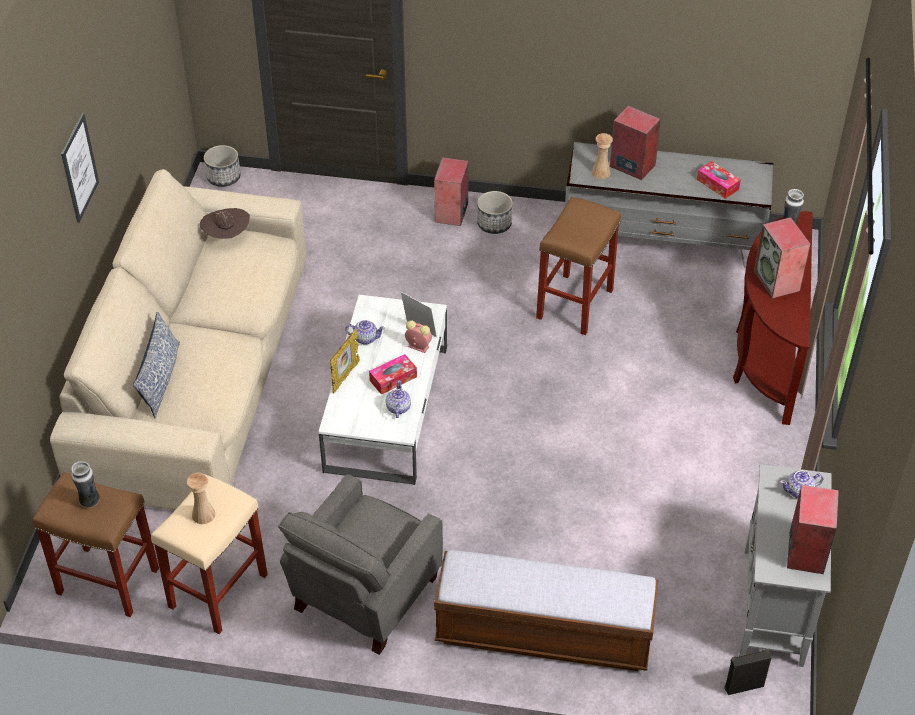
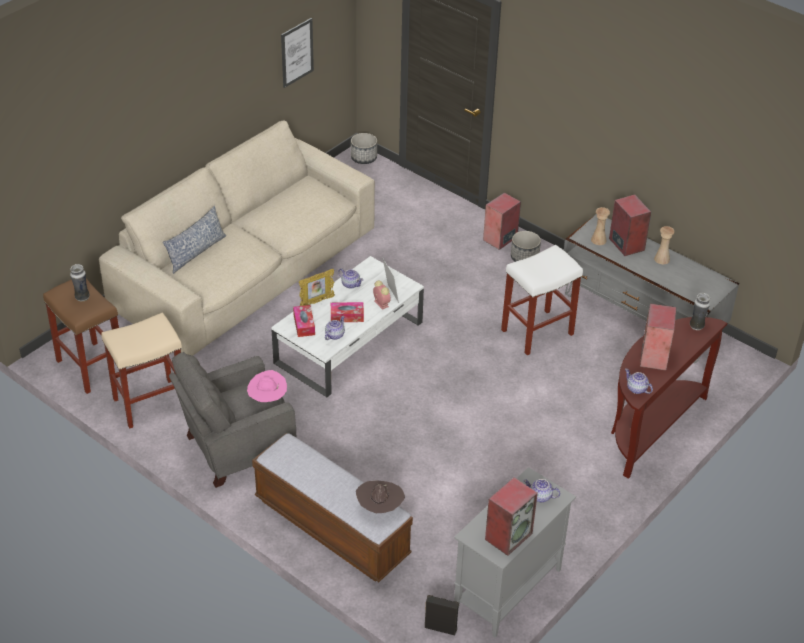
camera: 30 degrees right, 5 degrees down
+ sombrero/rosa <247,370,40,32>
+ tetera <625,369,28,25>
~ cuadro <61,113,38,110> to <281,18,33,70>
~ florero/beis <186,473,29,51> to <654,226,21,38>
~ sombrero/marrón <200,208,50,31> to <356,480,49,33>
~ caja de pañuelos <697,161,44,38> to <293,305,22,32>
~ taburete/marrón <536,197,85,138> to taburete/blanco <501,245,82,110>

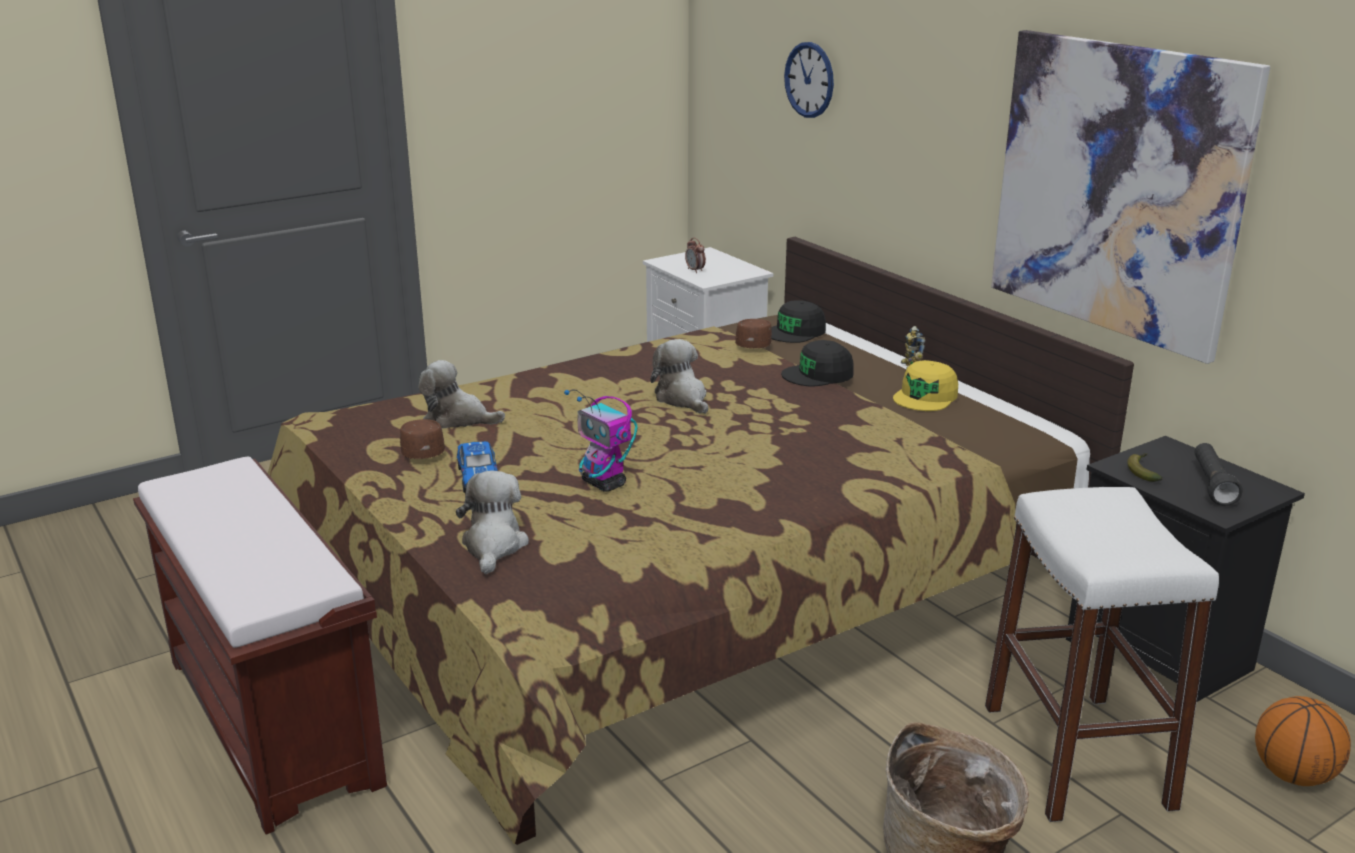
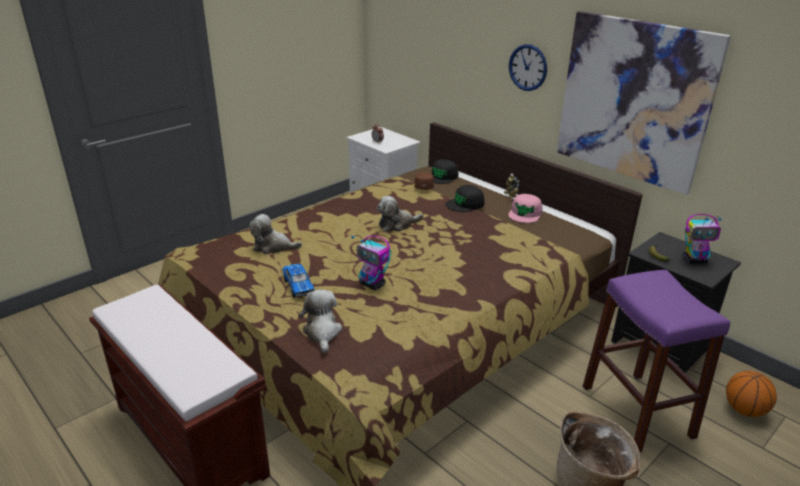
camera: 10 degrees left, 5 degrees up
- gorra/marrón <400,419,45,40>
~ reloj de pared <784,42,50,76> to <509,44,38,47>
~ linterna/negro <1194,443,48,63> to robot de juguete <683,214,38,50>
~ gorra/amarillo <893,360,65,51> to gorra/rosa <508,194,35,29>
~ taburete/blanco <985,487,234,335> to taburete/morado <583,270,147,182>
~ peluche <650,339,58,75> = <377,196,46,36> 75 degrees counterclockwise

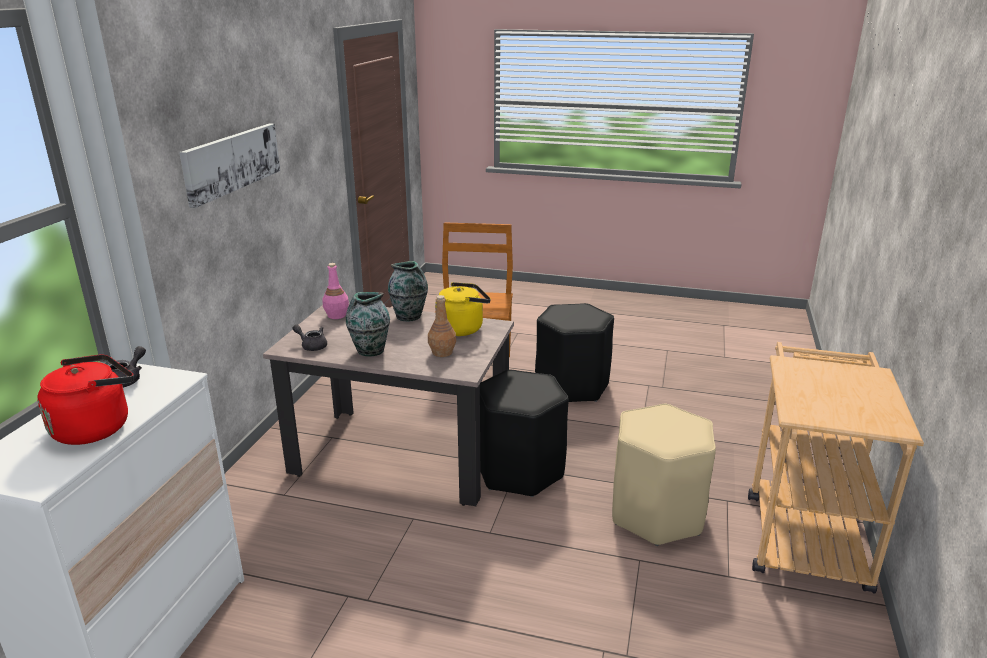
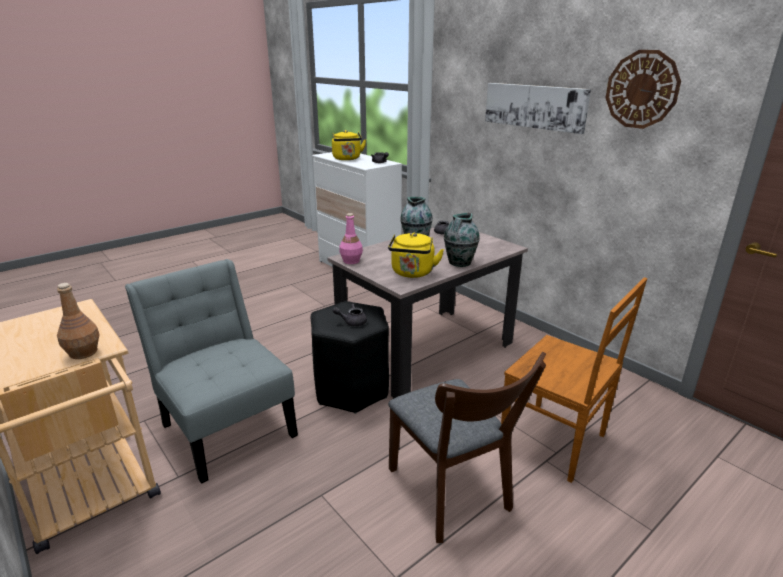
camera: 125 degrees right, 0 degrees up
+ tetera/gris <333,304,34,22>
+ reloj de pared <605,50,76,79>
~ botella/rosa <322,263,27,56> to <339,213,24,51>
~ botella/marrón <428,295,28,62> to <57,283,43,76>
~ taburete/negro <535,303,79,99> to silla/marrón <388,352,158,191>
~ taburete/beis <612,404,104,142> to silla/gris <125,259,173,225>
~ hervidor/rojo <37,354,97,91> to hervidor/amarillo <332,130,34,30>

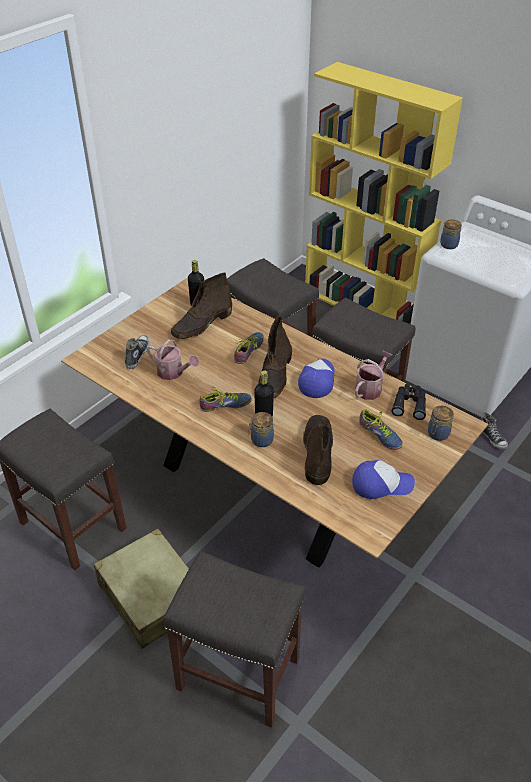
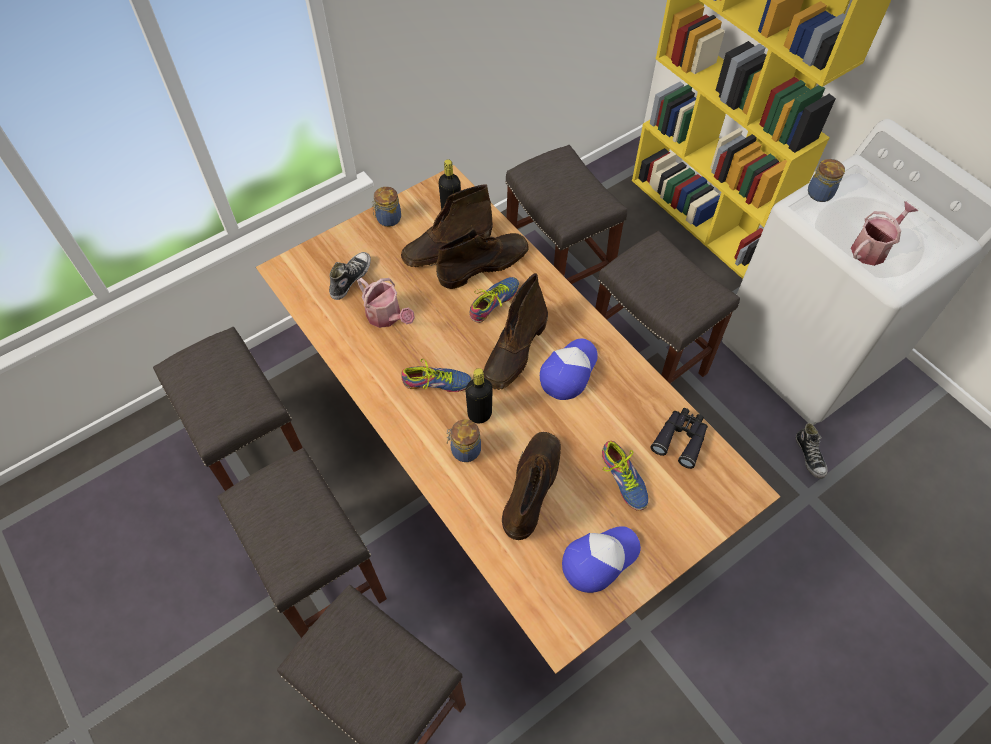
camera: 15 degrees right, 15 degrees up
+ bota/marrón <436,228,93,61>
~ regadera <355,350,37,50> to <851,201,67,65>
~ tarro <428,406,26,35> to <372,187,29,40>
~ maleta/beis <94,528,95,121> to taburete/gris <217,448,170,190>
~ gorra <352,460,63,39> = <562,526,79,67> 45 degrees counterclockwise

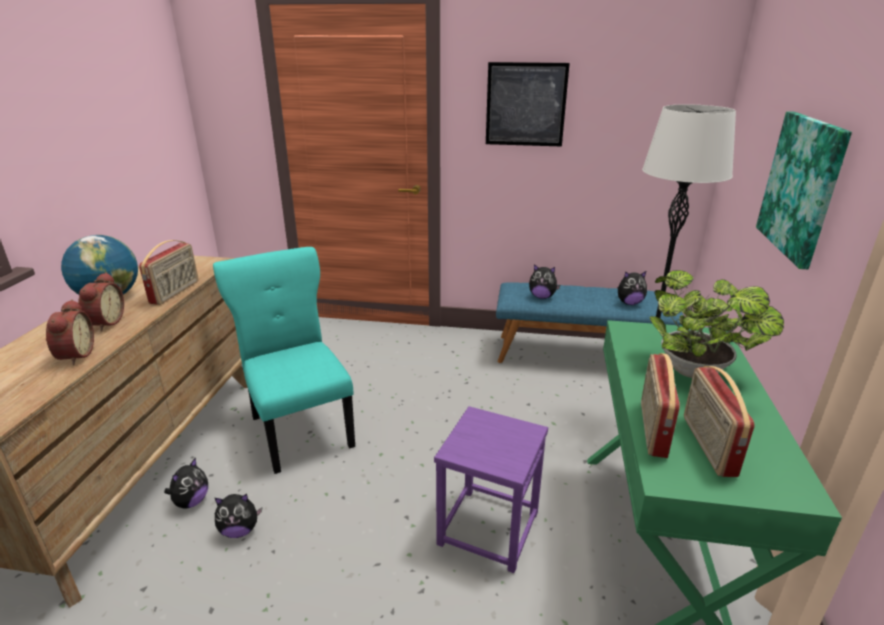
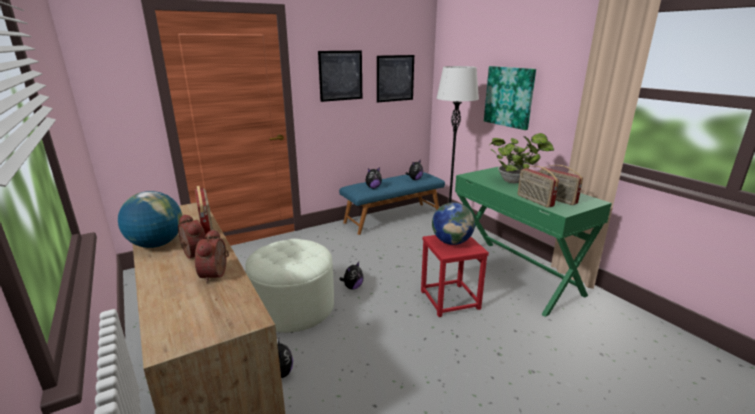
camera: 40 degrees left, 5 degrees down
+ cuadro <377,55,37,48>
+ globo terráqueo <432,202,43,43>
~ peluche <215,494,47,44> to <339,262,24,27>
~ silla/turquesa <213,247,142,227> to puf/blanco <245,239,89,94>
~ taburete/morado <434,406,114,167> to taburete/rojo <421,235,68,82>
~ despertador <46,299,48,66> = <195,229,34,55> 135 degrees counterclockwise

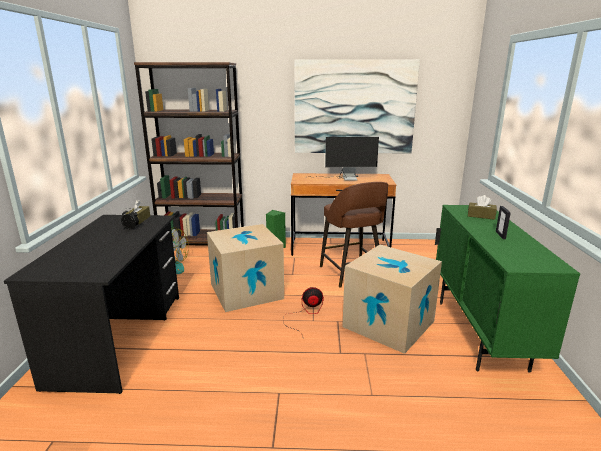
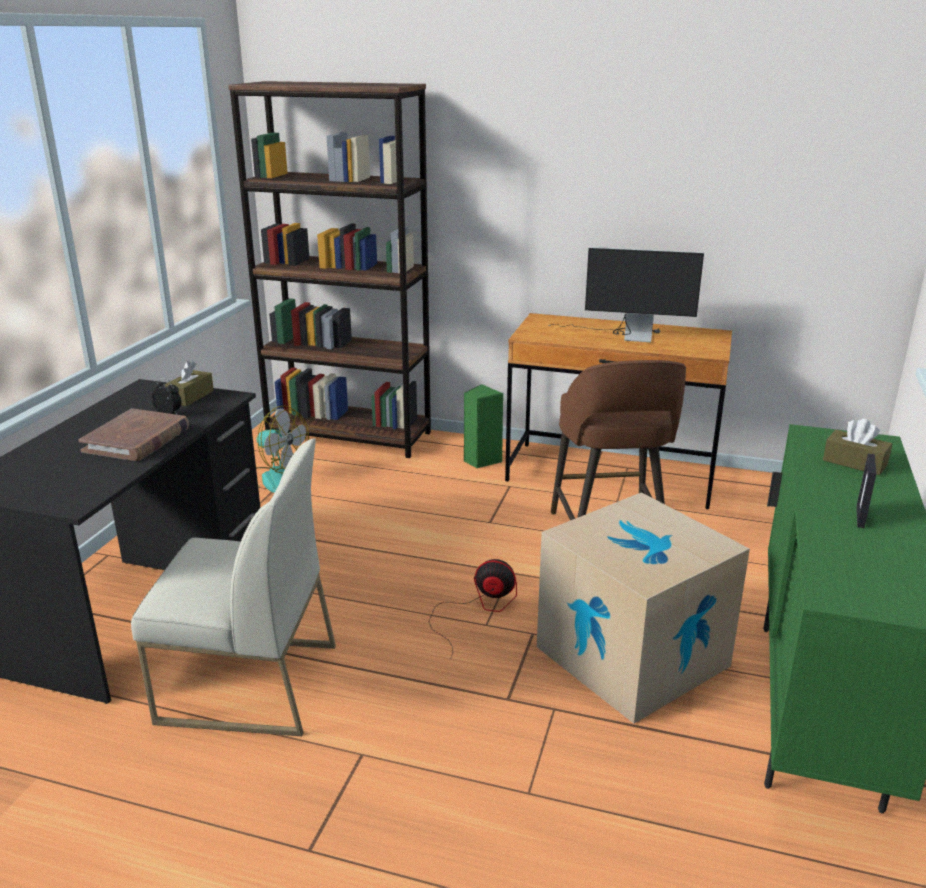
camera: 15 degrees right, 5 degrees up
- caja de cartón <207,224,77,88>
- cuadro <294,59,126,95>
+ libro/marrón <78,408,111,53>
+ silla/blanco <131,439,205,297>

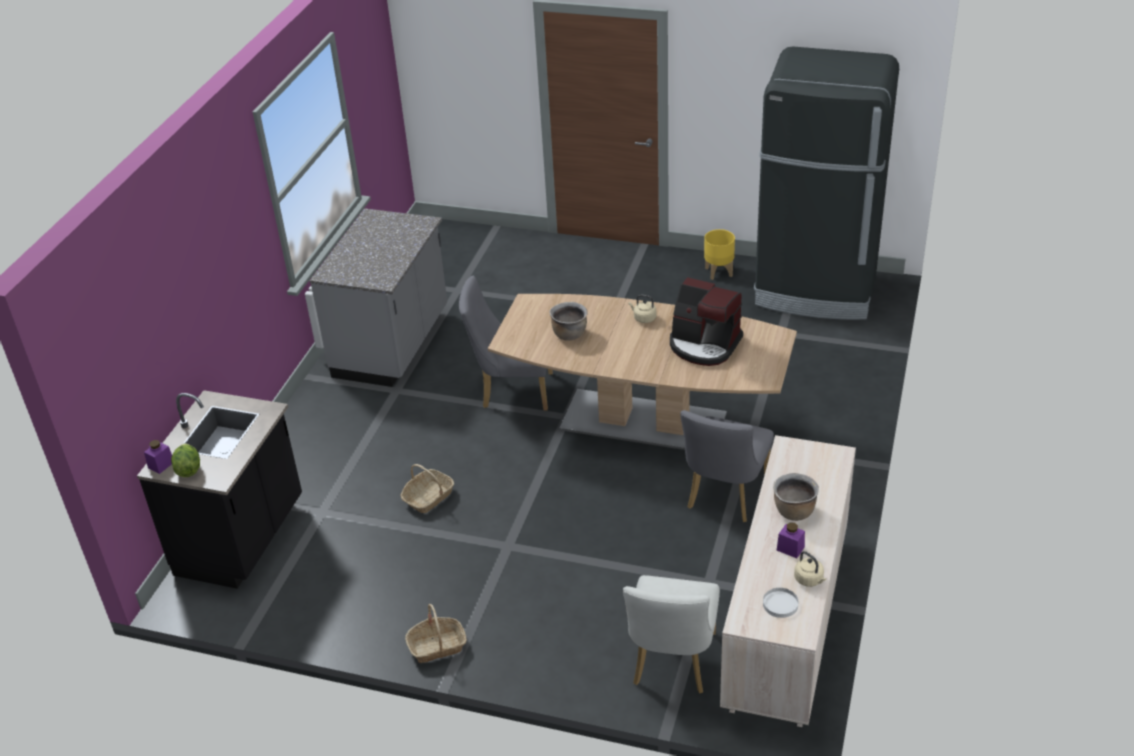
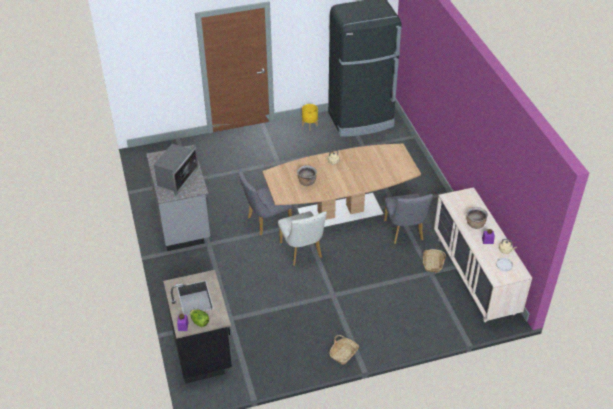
camera: 35 degrees left, 5 degrees up
- cafetera <670,277,73,89>
+ microondas <154,144,45,52>
~ cesta <401,464,53,49> to <423,249,23,23>
~ silla/blanco <623,575,97,118> to <278,211,49,55>

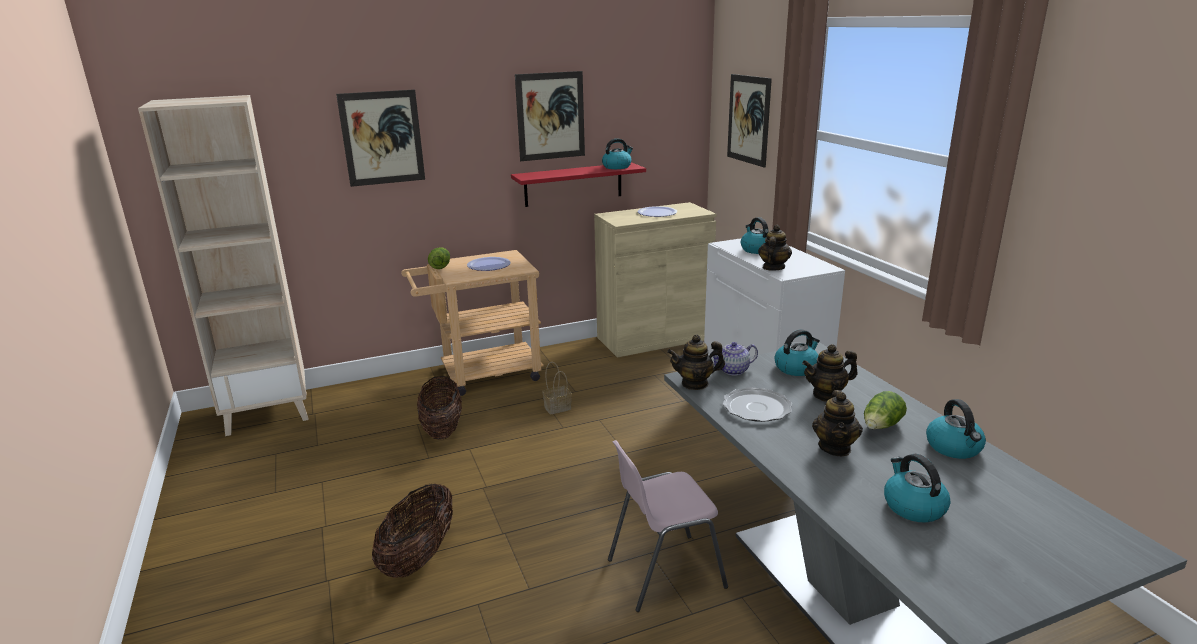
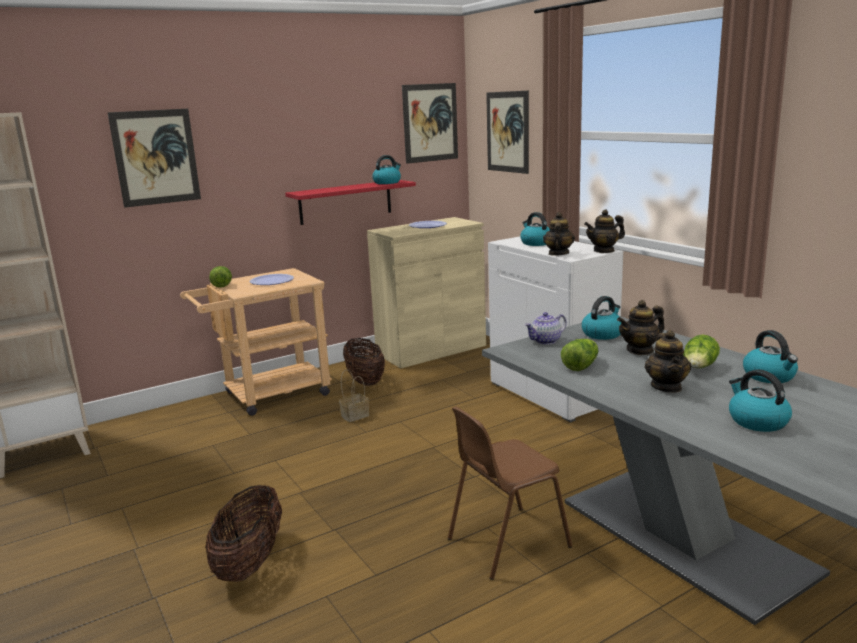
camera: 10 degrees left, 5 degrees down
~ cesta <417,376,45,64> to <343,338,42,48>
~ cuadro <515,71,70,90> to <402,83,56,81>
~ tetera <667,335,58,55> to <584,209,41,44>
~ plato <722,387,70,35> to lechuga <561,339,38,32>
~ silla/rosa <608,440,120,172> to silla/marrón <448,406,124,174>

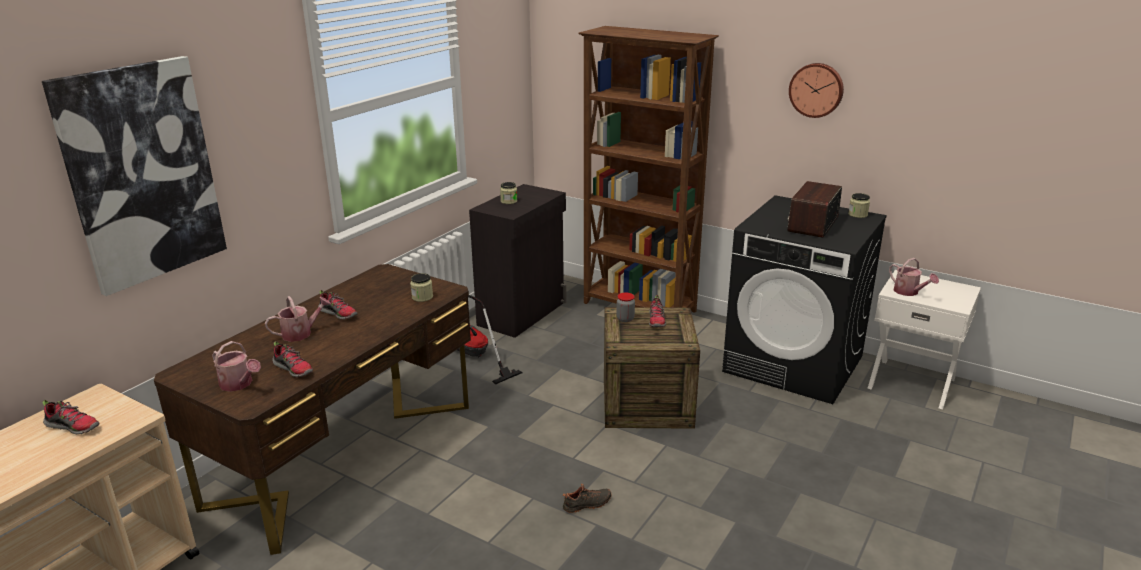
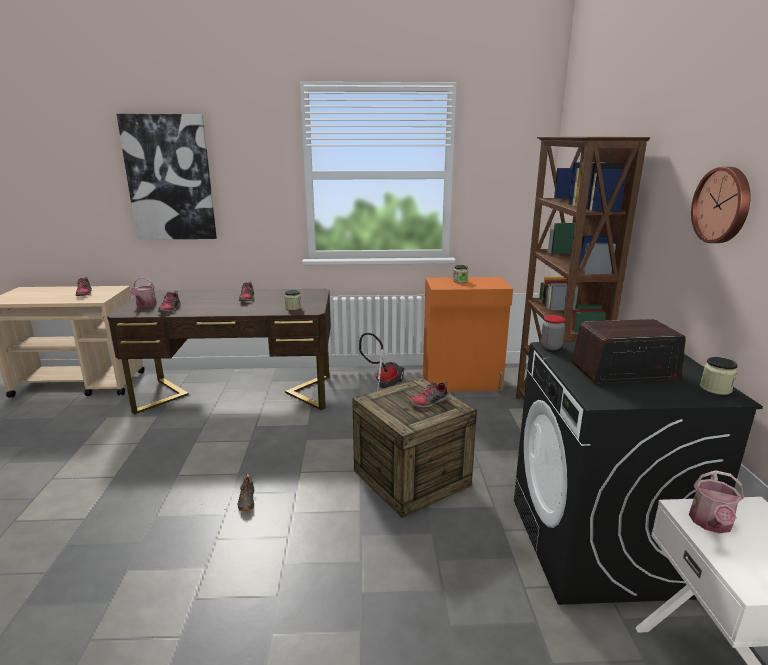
camera: 55 degrees right, 5 degrees down
- regadera <265,296,66,46>
~ tarro <616,293,19,29> to <541,315,24,35>
~ armario/negro <469,184,97,154> to armario/naranja <423,277,90,115>
~ zapato/negro <563,484,49,29> = <238,473,16,38> 45 degrees clockwise

